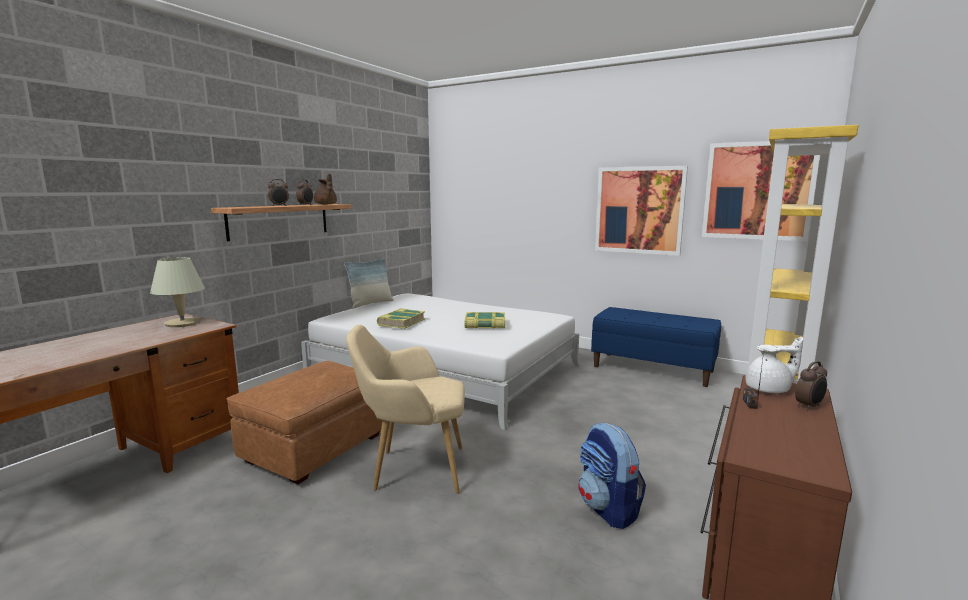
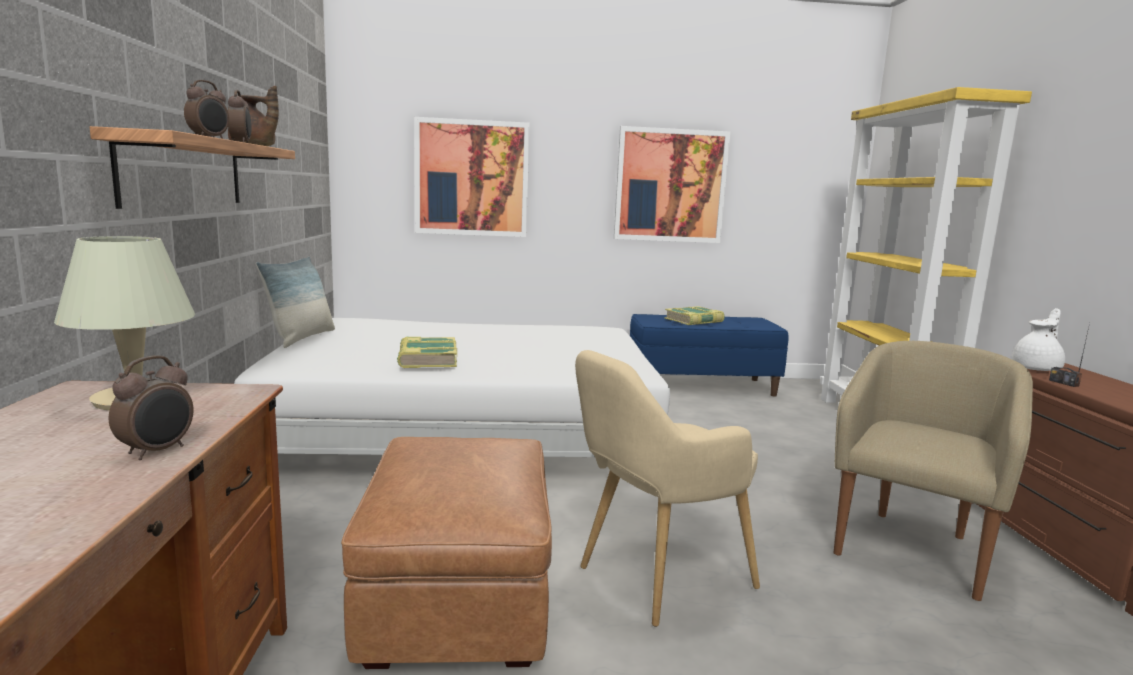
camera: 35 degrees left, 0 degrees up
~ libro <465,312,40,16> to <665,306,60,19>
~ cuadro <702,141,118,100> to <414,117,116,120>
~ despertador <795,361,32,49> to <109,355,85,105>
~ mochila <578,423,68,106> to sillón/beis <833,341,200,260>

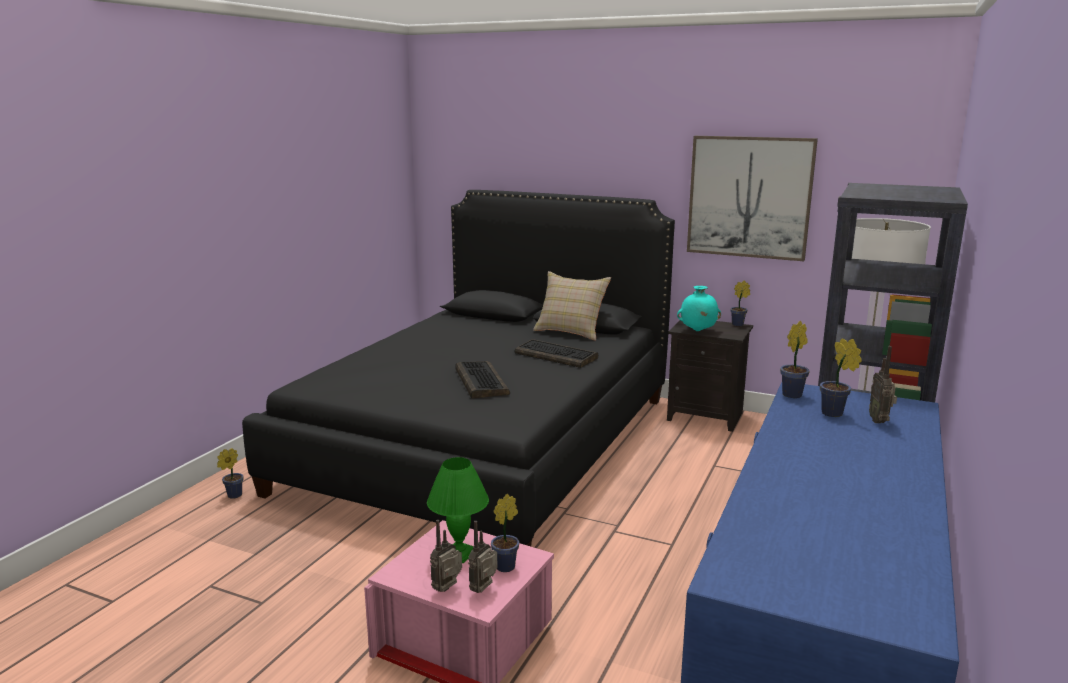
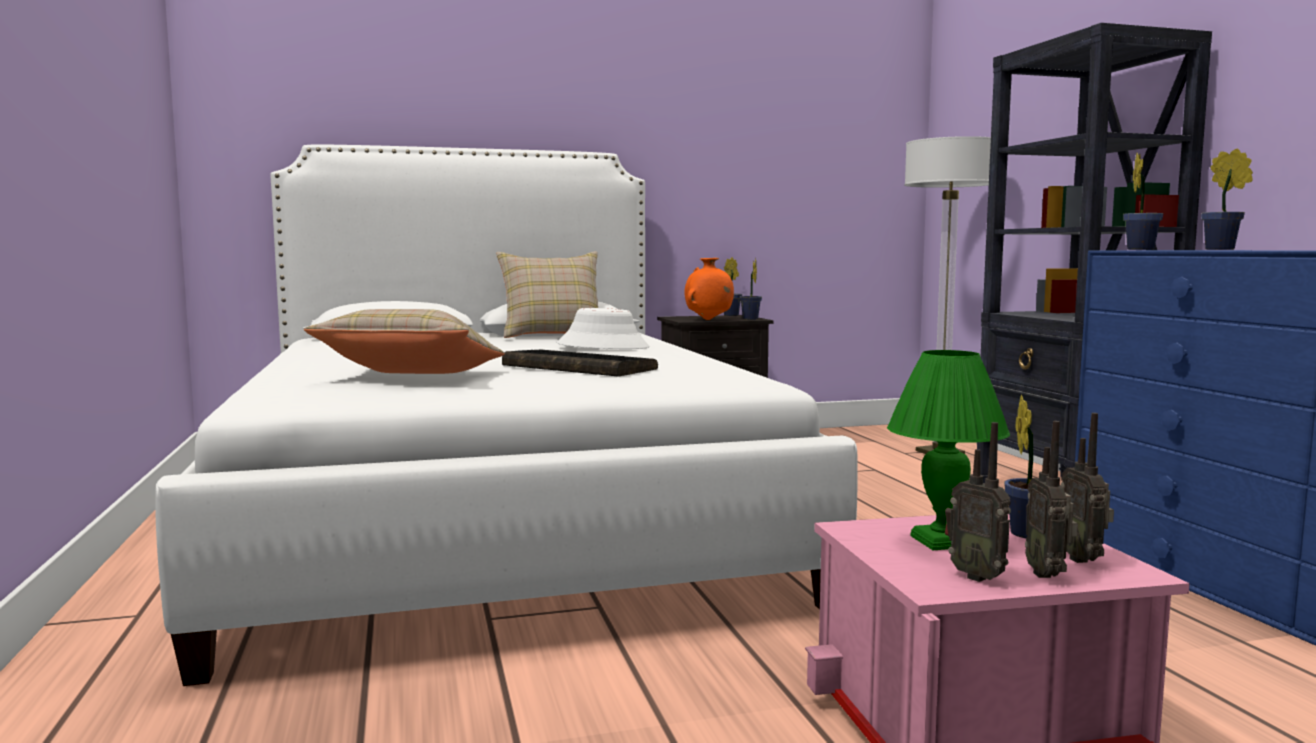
camera: 40 degrees left, 10 degrees down
- cuadro <687,136,131,125>
+ cojín/beis <304,309,201,65>
~ planta en maceta <217,448,26,51> to <739,258,23,62>
~ radio <869,346,28,77> to <945,422,66,160>
~ teclado <515,339,83,29> to sombrero/blanco <556,308,93,41>
~ cama/negro <242,190,433,356> to cama/blanco <155,145,702,541>
~ florero/turquesa <677,286,44,45> to florero/naranja <684,258,50,62>

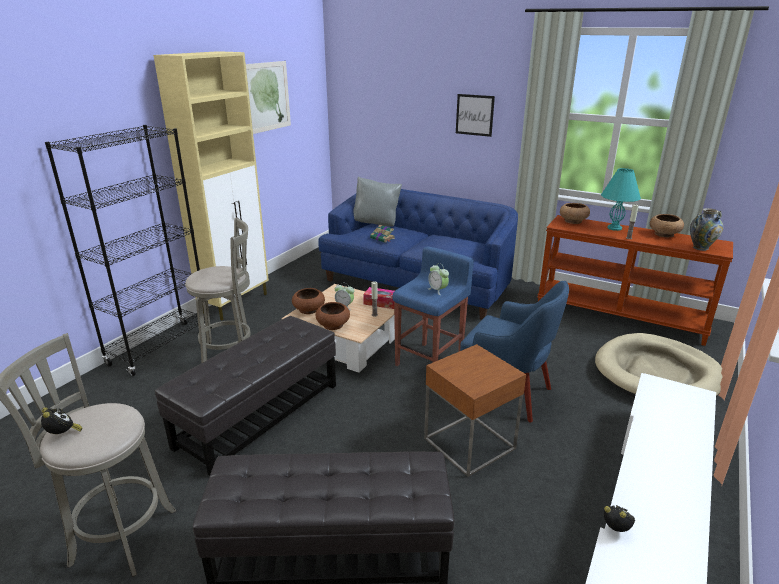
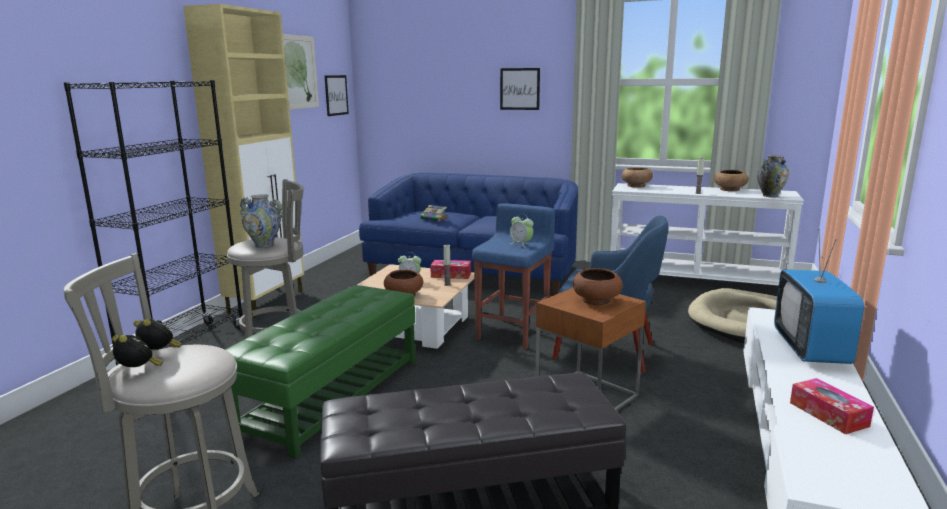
camera: 10 degrees left, 10 degrees down
- cojín/gris <353,177,49,50>
- lámpara de mesa/turquesa <601,168,40,63>
+ florero <240,194,44,54>
+ cuadro <325,75,24,41>
+ televisor <774,229,90,135>
+ caja de pañuelos <790,378,84,56>
~ cuenco/marrón <292,288,33,26> to <573,268,50,37>
~ despertador <604,505,31,27> to <134,319,48,31>
~ puf/negro <155,316,181,160> to puf/verde <225,285,190,173>
~ mesa consola/marrón <537,215,196,131> to mesa consola/blanco <610,183,194,103>

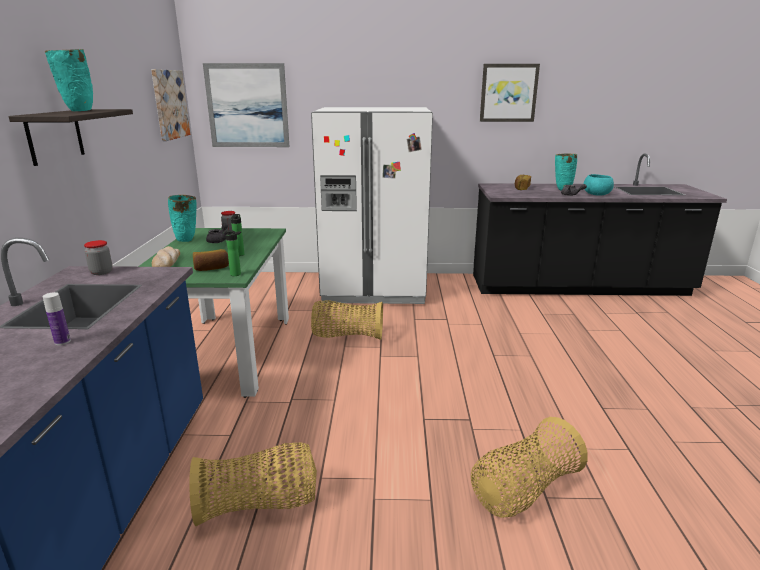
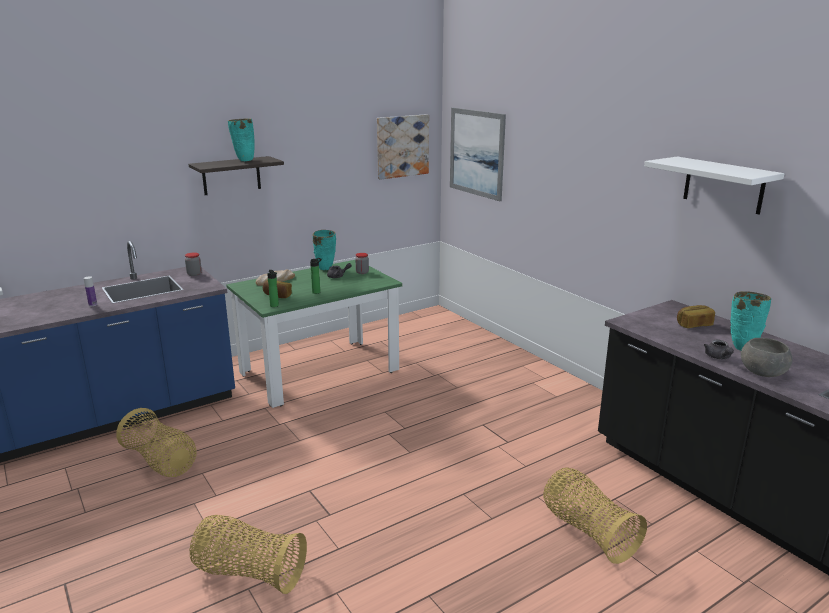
camera: 55 degrees right, 0 degrees up
- nevera/blanco <311,107,122,197>
~ cesta <311,300,72,40> to <543,467,104,97>
~ cuadro <480,64,60,58> to estante/blanco <644,157,141,57>
~ cuenco/turquesa <584,174,30,22> to cuenco/gris <741,338,52,39>

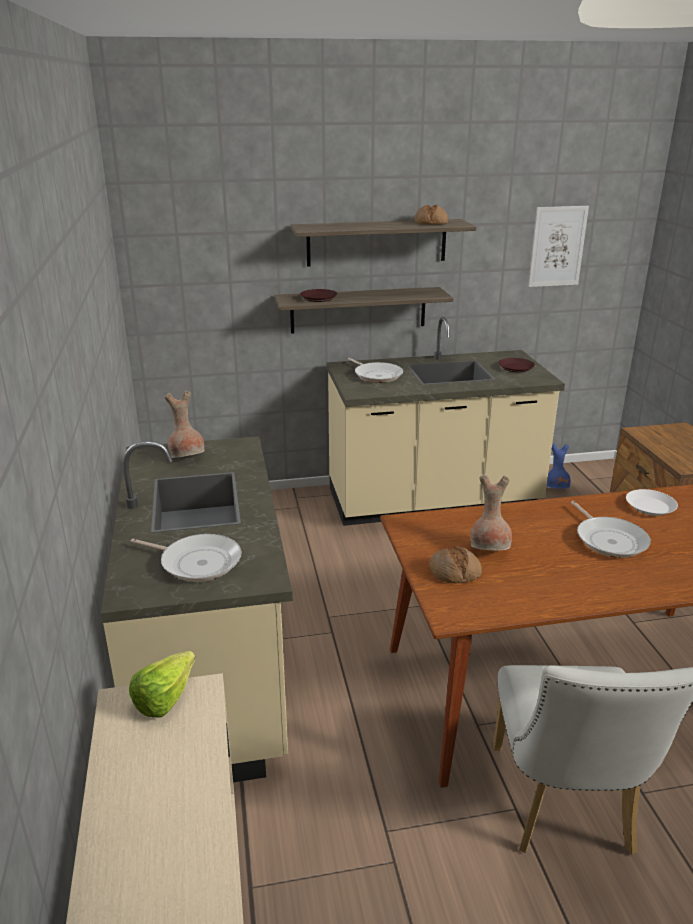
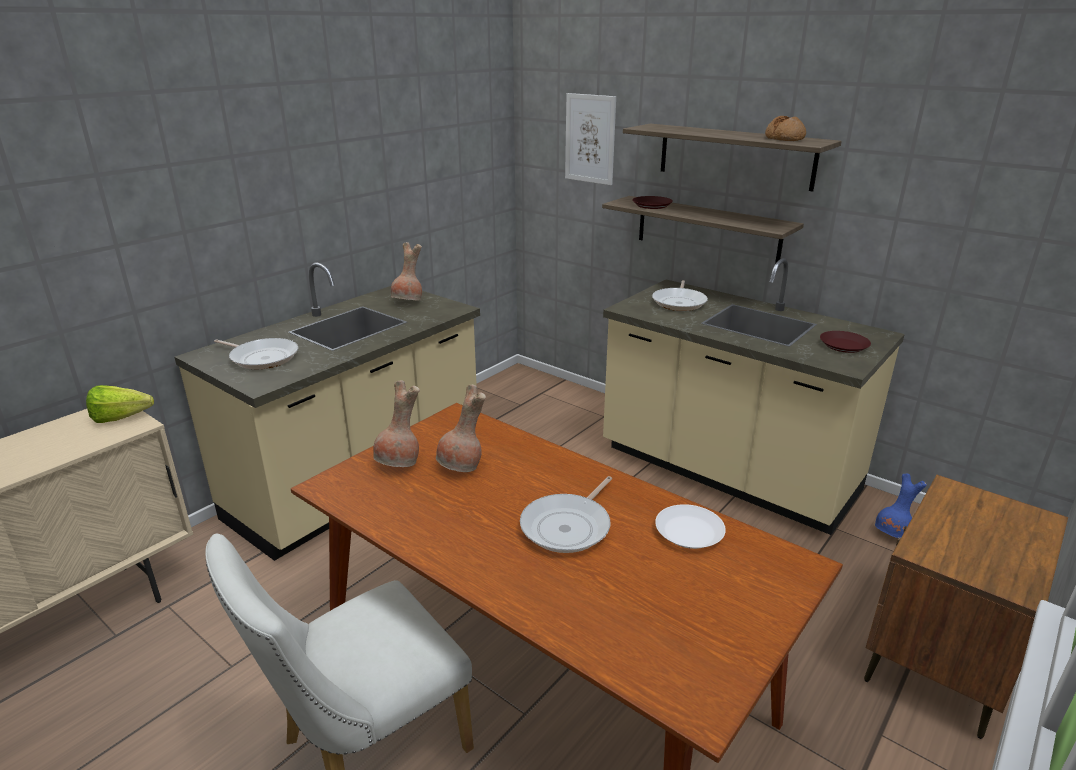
camera: 50 degrees right, 0 degrees up
~ cuadro <528,206,61,81> to <565,93,51,92>
~ pan <429,546,53,37> to florero/marrón <373,380,47,87>
~ sartén <131,534,110,48> = <214,338,84,31> 45 degrees counterclockwise

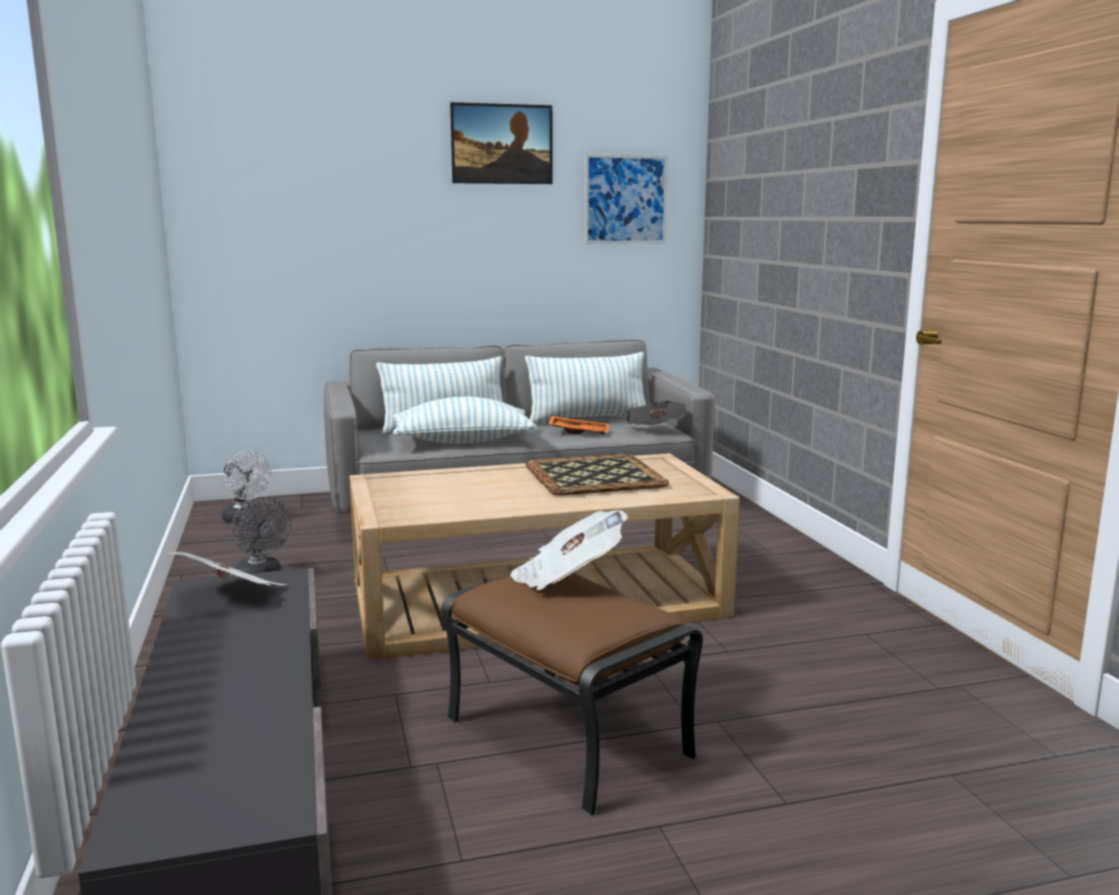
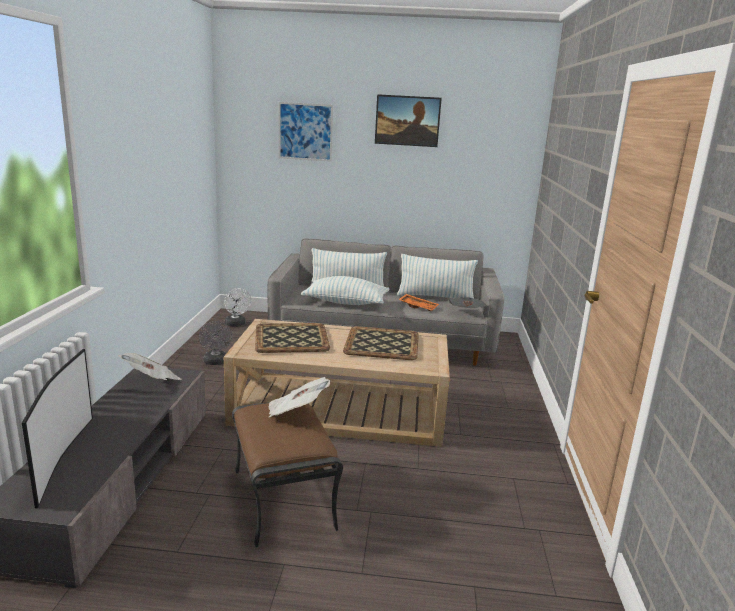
camera: 20 degrees right, 5 degrees up
+ televisor <22,349,71,159>
+ bandeja <255,323,75,30>
~ cuadro <585,154,83,90> to <279,102,54,60>

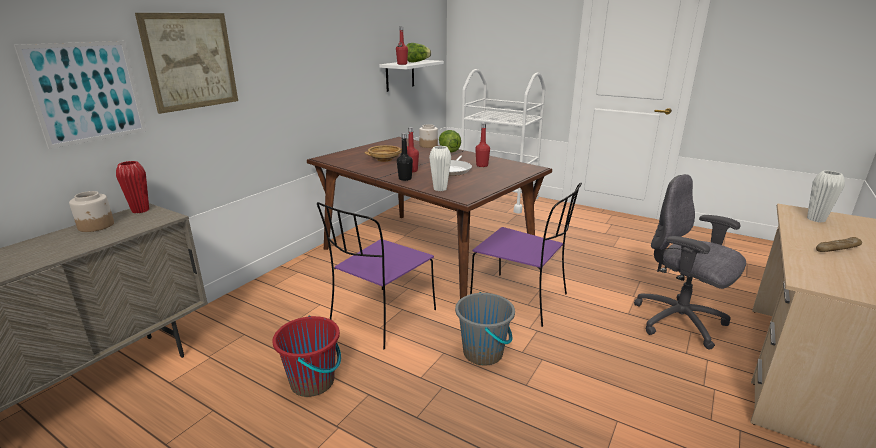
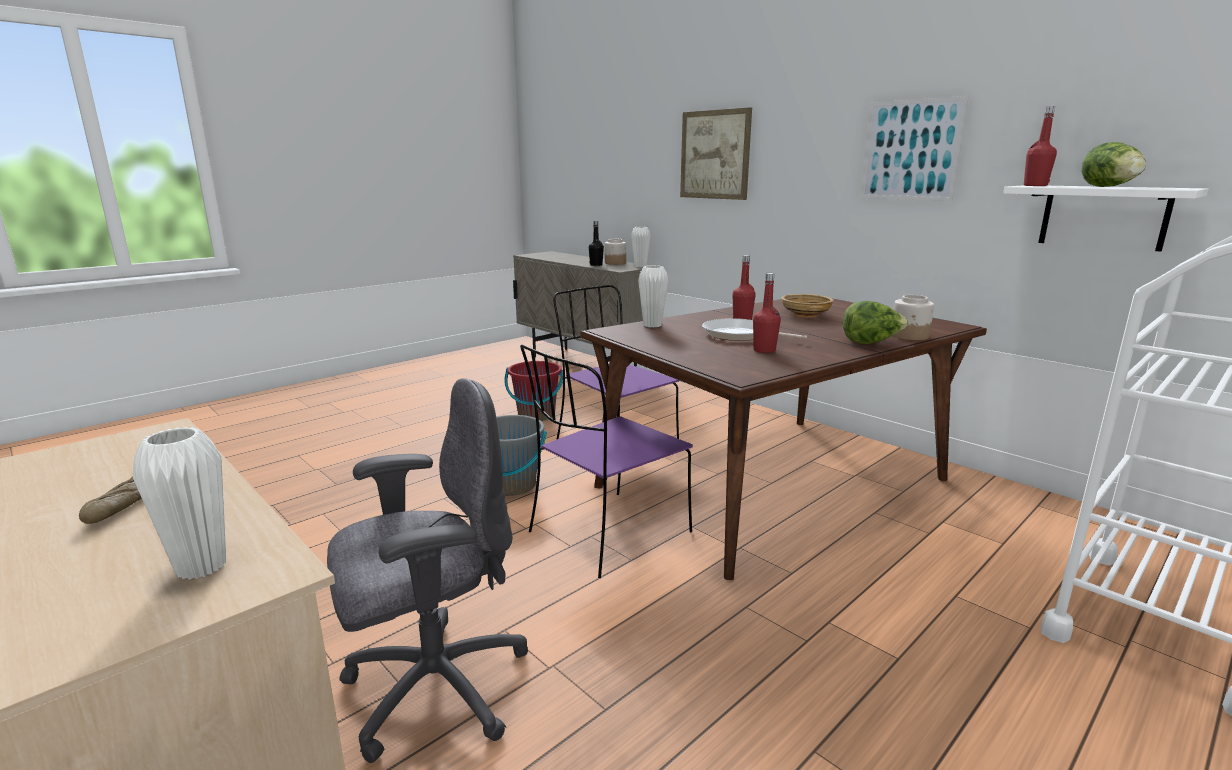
camera: 105 degrees right, 5 degrees down
~ cuadro <14,41,132,108> to <860,96,109,105>
~ botella/negro <397,133,16,48> to <589,221,15,45>
~ florero/rojo <116,161,33,52> to florero/blanco <631,227,20,40>

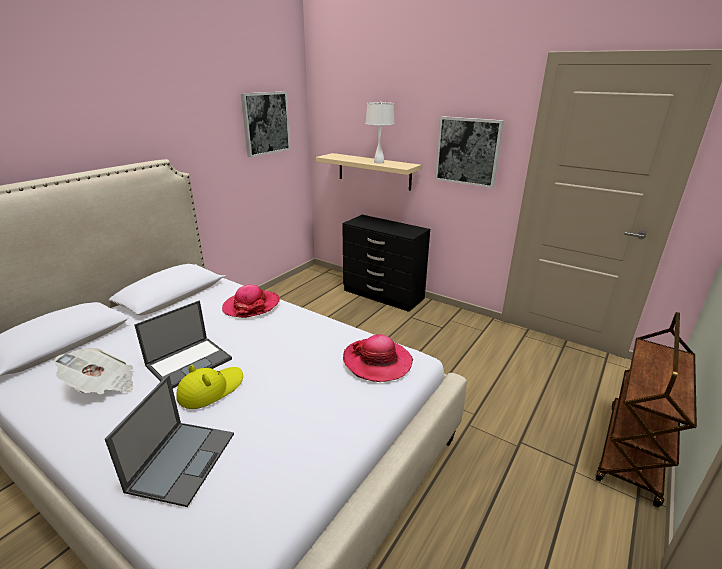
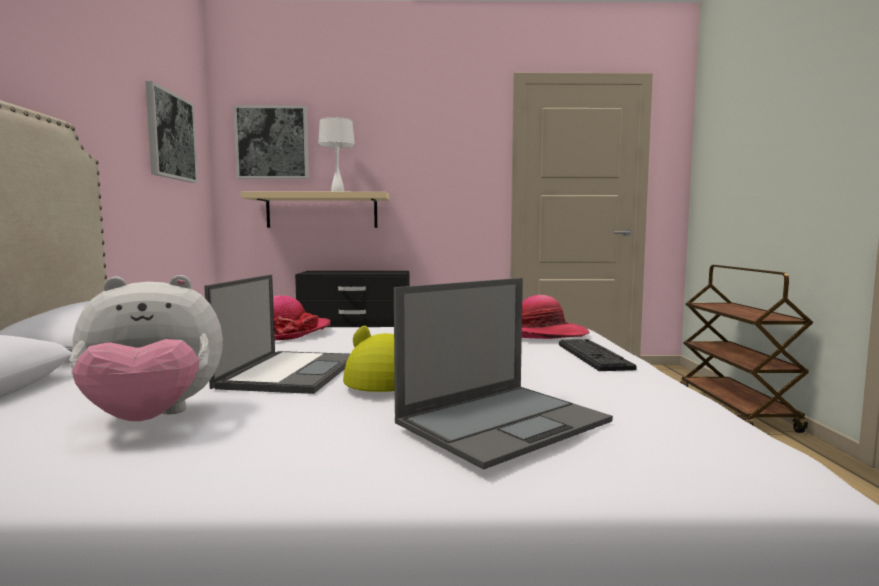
camera: 35 degrees left, 20 degrees down
+ teclado <559,339,78,32>
~ cuadro <435,116,69,72> to <234,105,75,74>
~ periódico <54,348,79,46> to peluche <69,275,154,146>
~ portátil <105,375,129,132> = <394,278,219,192> 75 degrees clockwise

